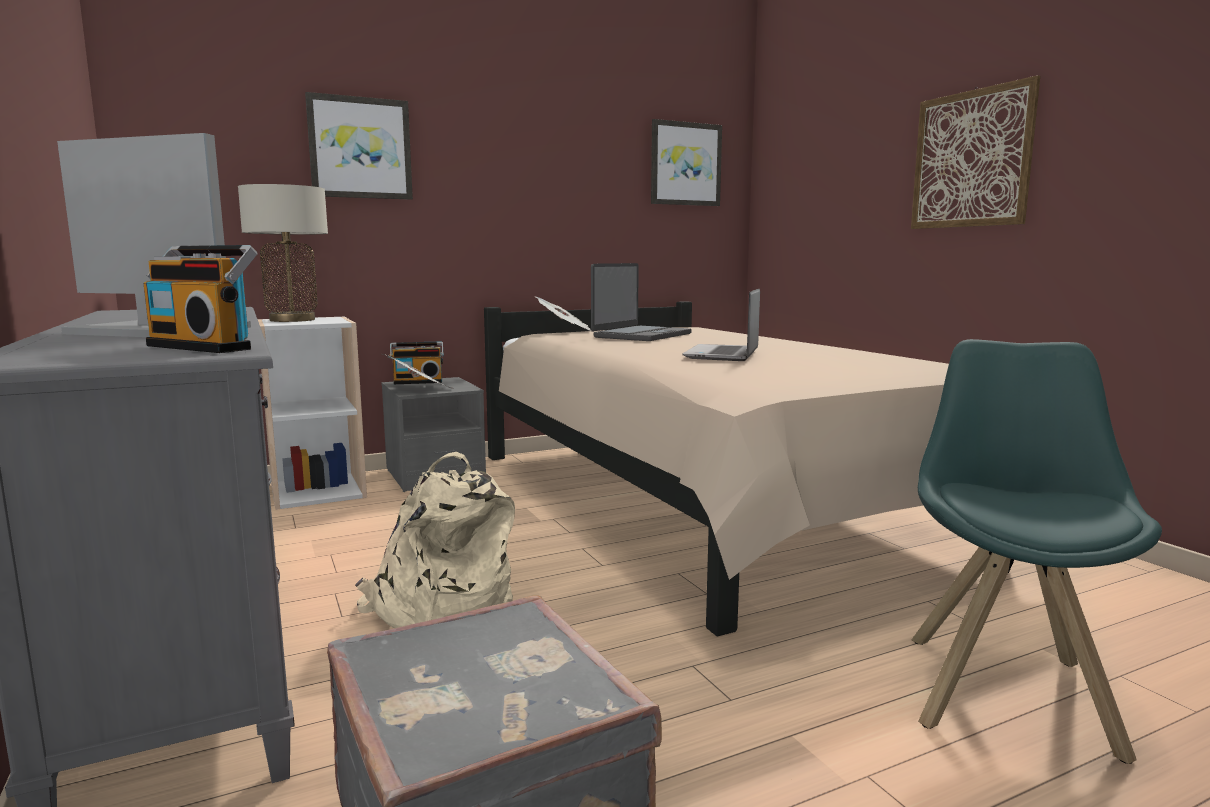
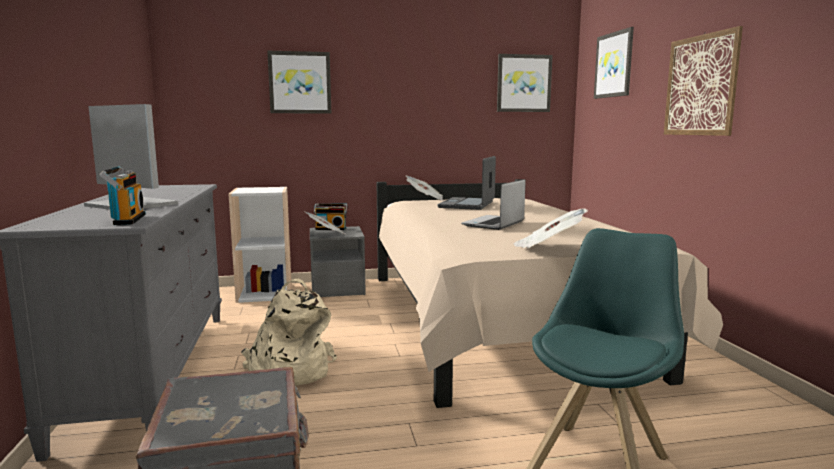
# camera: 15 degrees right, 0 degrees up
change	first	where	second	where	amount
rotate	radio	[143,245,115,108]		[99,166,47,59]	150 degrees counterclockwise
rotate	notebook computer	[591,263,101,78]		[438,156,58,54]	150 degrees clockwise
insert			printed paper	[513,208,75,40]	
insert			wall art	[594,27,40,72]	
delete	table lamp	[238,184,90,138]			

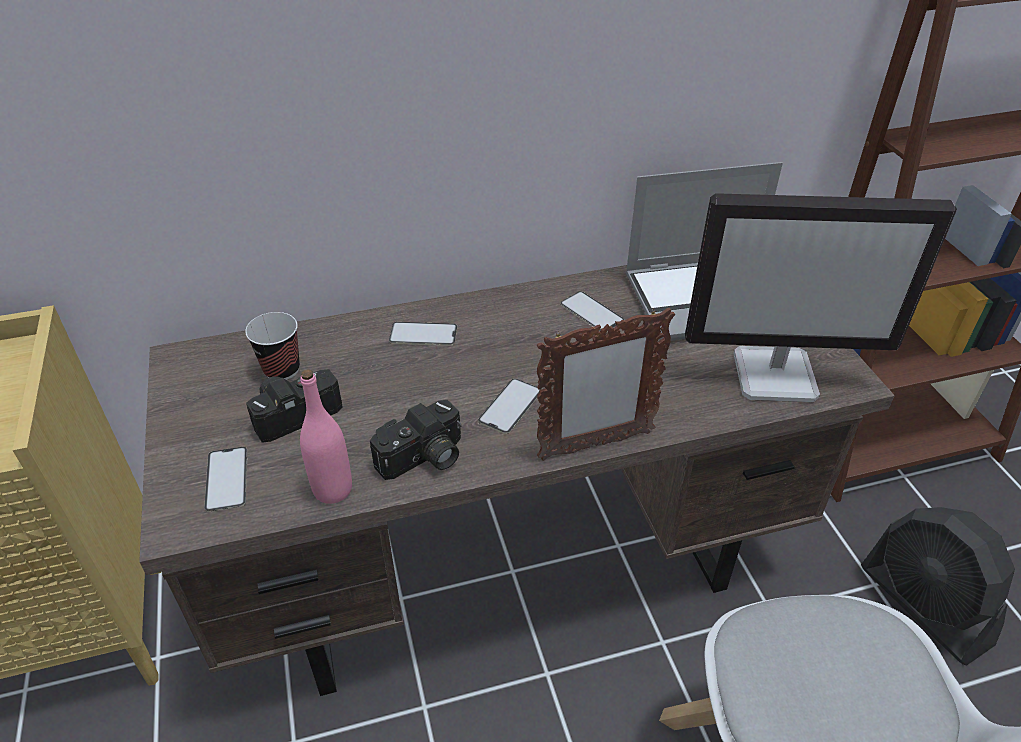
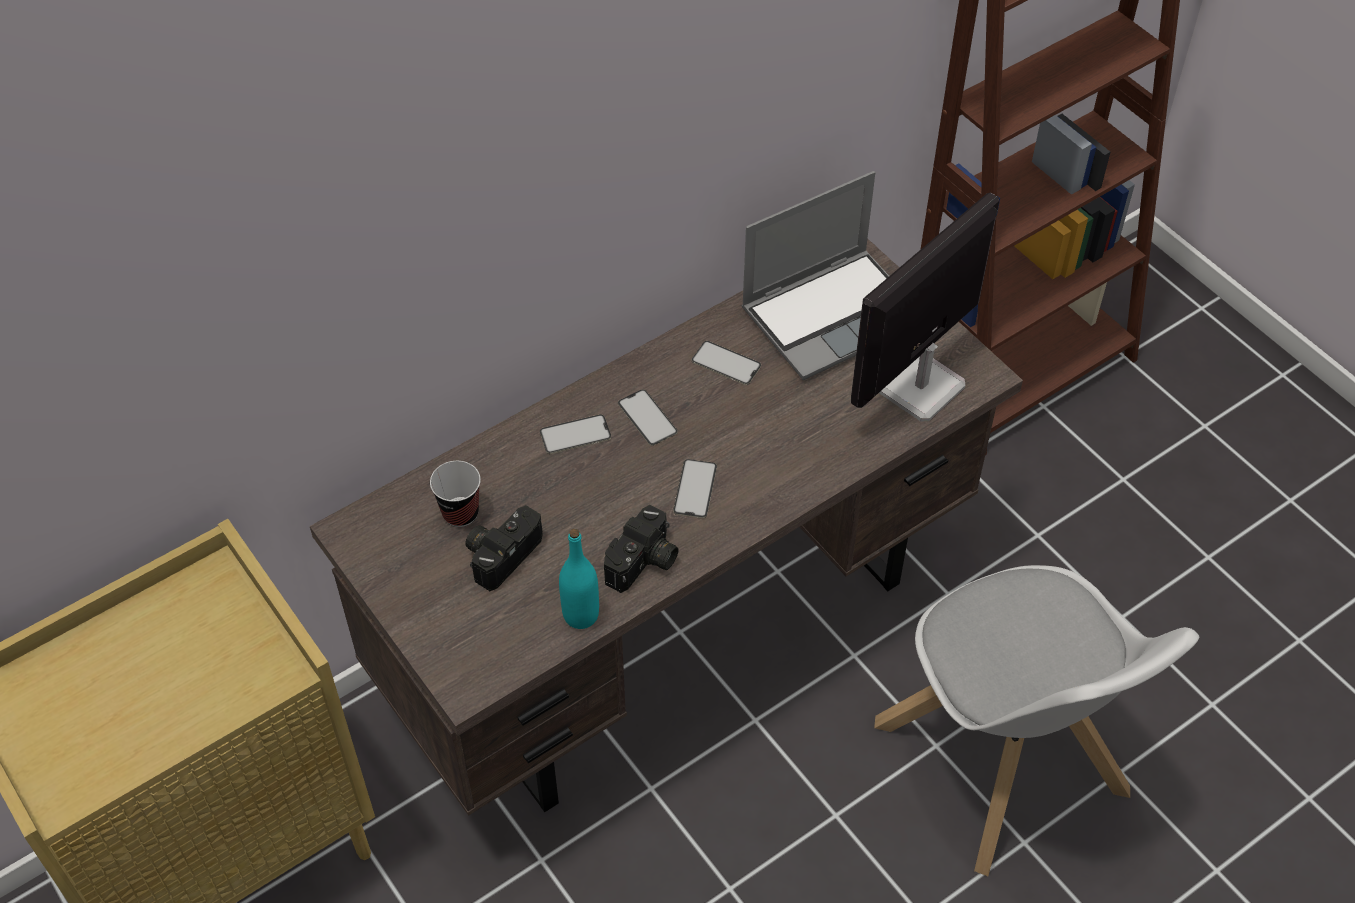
# camera: 20 degrees left, 10 degrees up
change	first	where	second	where	amount
recolor	pink-coloured bottle	[300,369,52,135]	turquoise bottle	[559,529,40,100]	
move	phone	[204,447,43,65]		[618,389,60,57]	
rotate	computer screen	[685,193,272,209]		[851,193,148,228]	150 degrees clockwise
delete	standing frame	[537,308,138,153]			
delete	black fan	[861,507,154,159]			

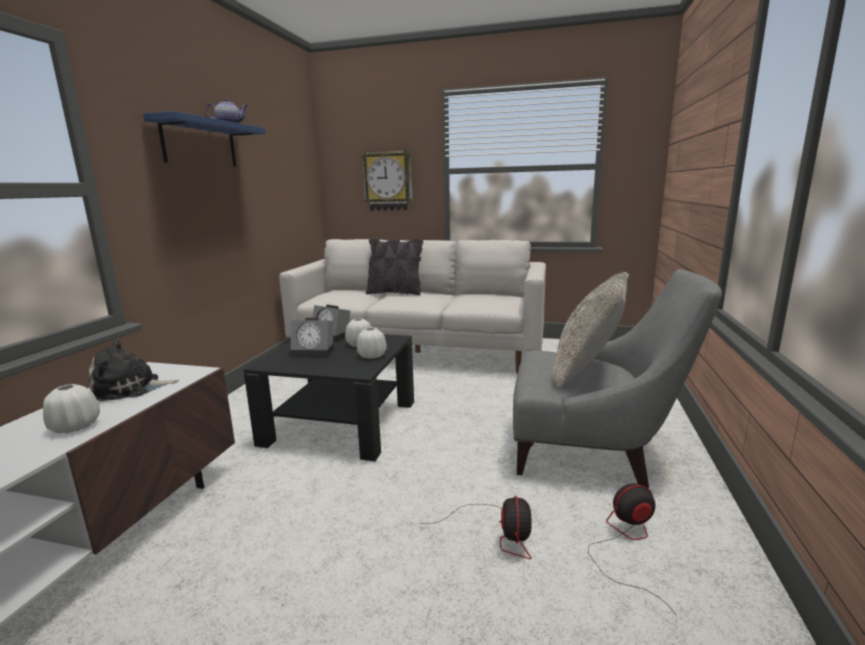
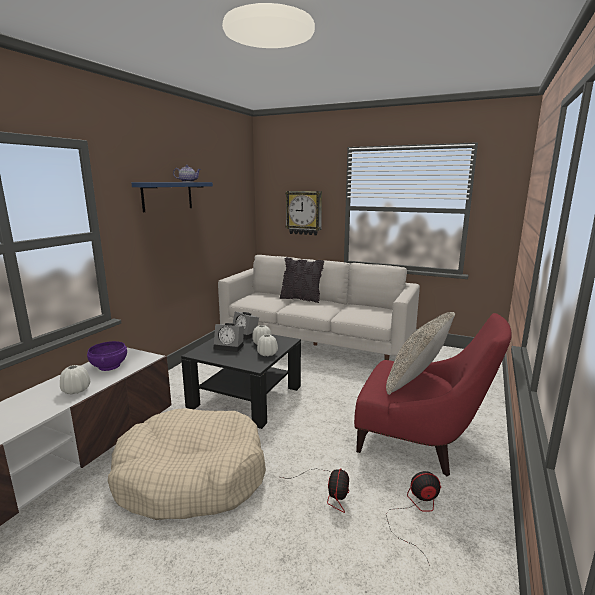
# camera: 10 degrees right, 0 degrees up
change	first	where	second	where	amount
replace	cuddly toy	[89,339,90,62]	purple-coloured bowl	[87,341,40,30]	
insert			beige dog cushion	[108,408,158,112]	
recolor	greyish lounge chair	[513,269,209,219]	red-coloured lounge chair	[354,313,158,164]	

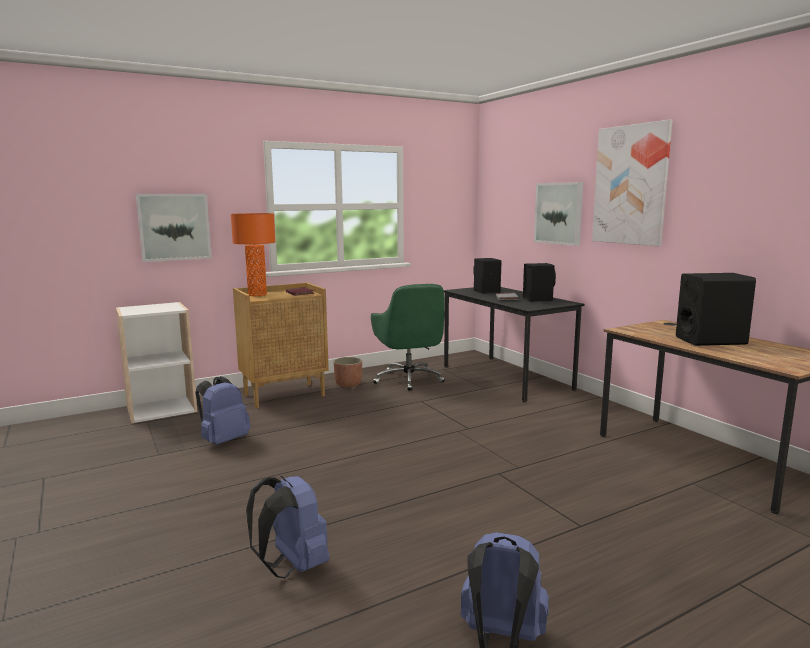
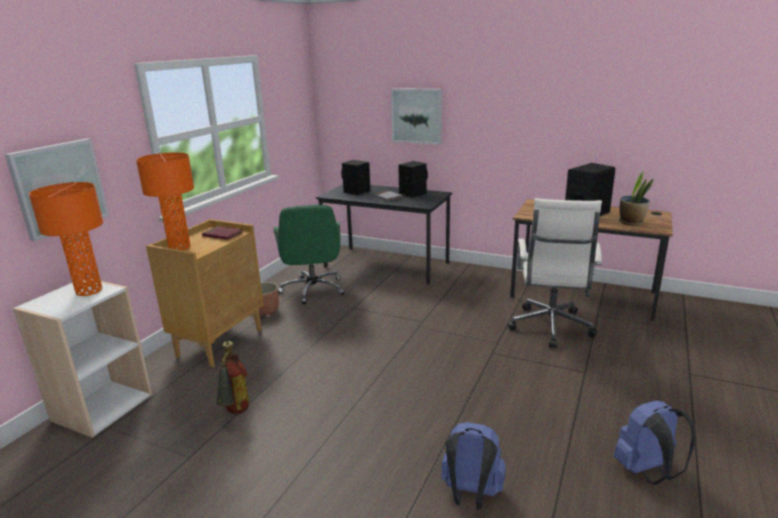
# camera: 35 degrees left, 10 degrees up
change	first	where	second	where	amount
insert			orange-coloured table lamp	[29,182,74,114]	
replace	blue-coloured backpack	[195,376,55,69]	fire-fighting cylinder	[217,341,32,73]	
rotate	green-coloured computer chair	[371,284,74,107]		[274,205,70,99]	45 degrees clockwise
insert			white-coloured computer chair	[507,198,95,150]	
insert			plant in a pot	[619,171,34,55]	
delete	wall art	[592,120,80,126]			

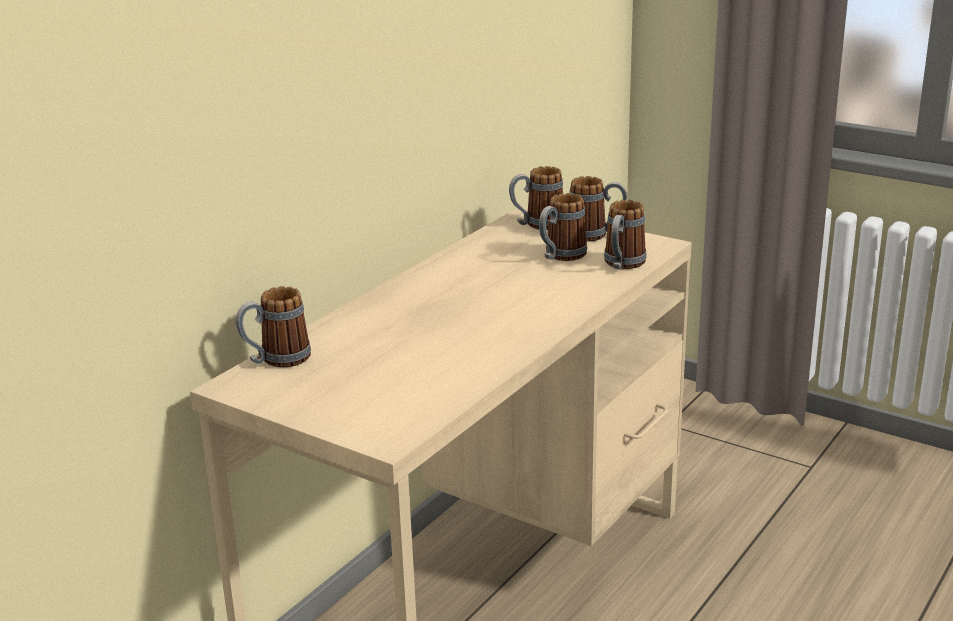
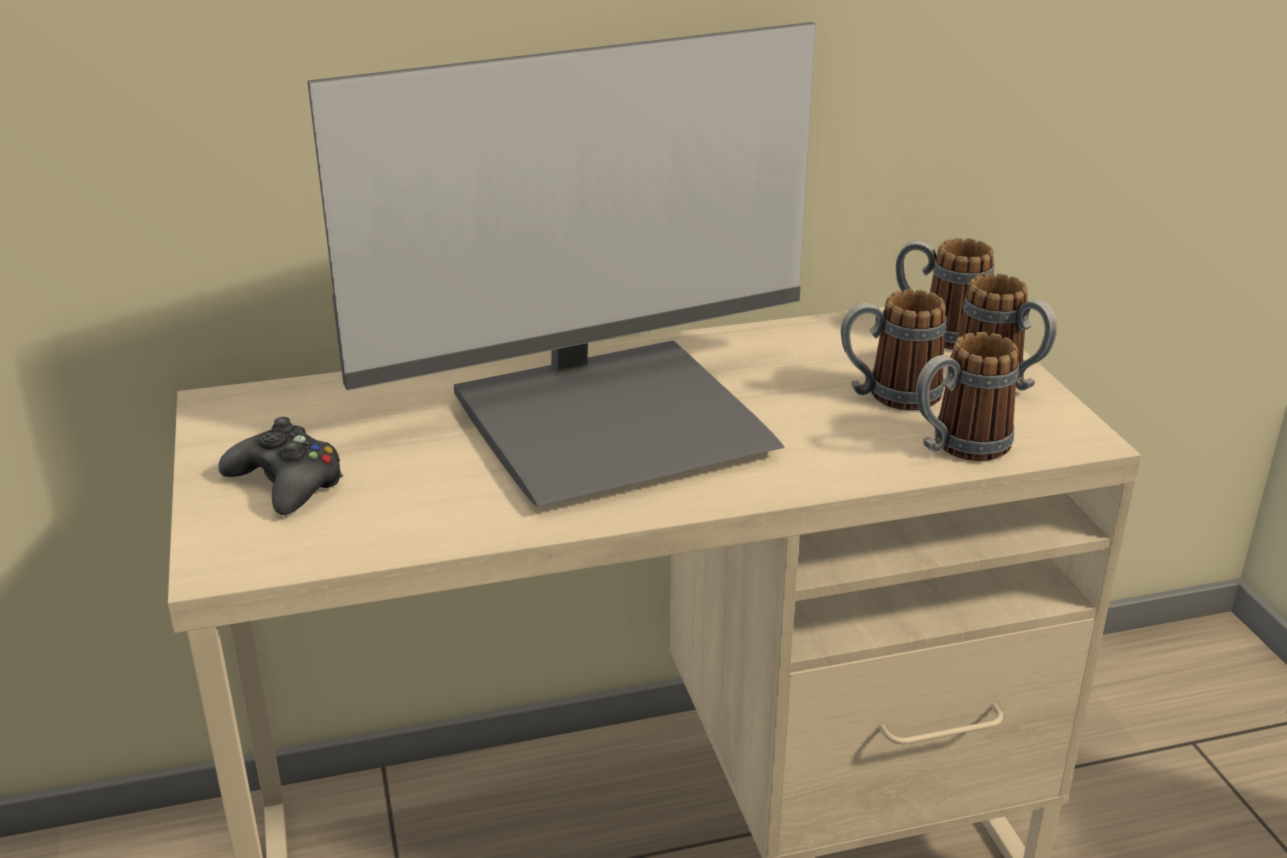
# camera: 40 degrees right, 5 degrees up
change	first	where	second	where	amount
insert			black joypad	[218,417,125,98]	
insert			computer screen	[307,22,509,484]	
delete	coffee mug	[236,286,75,81]			

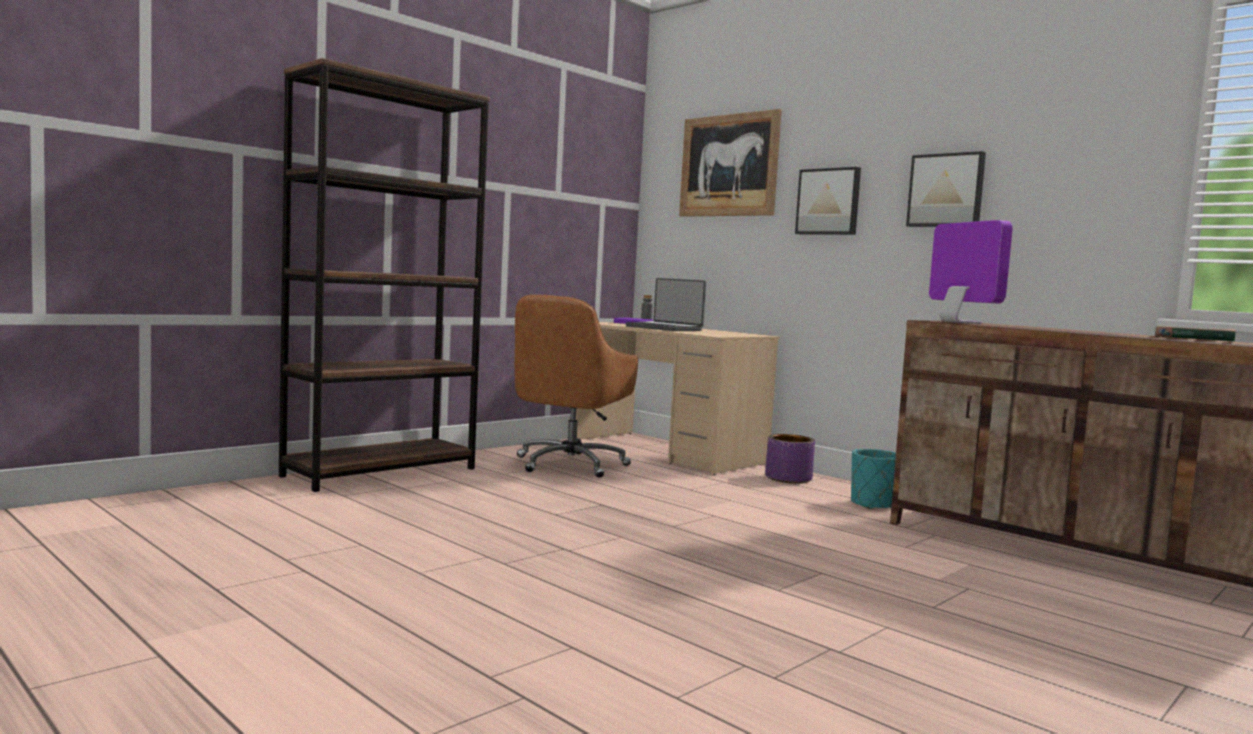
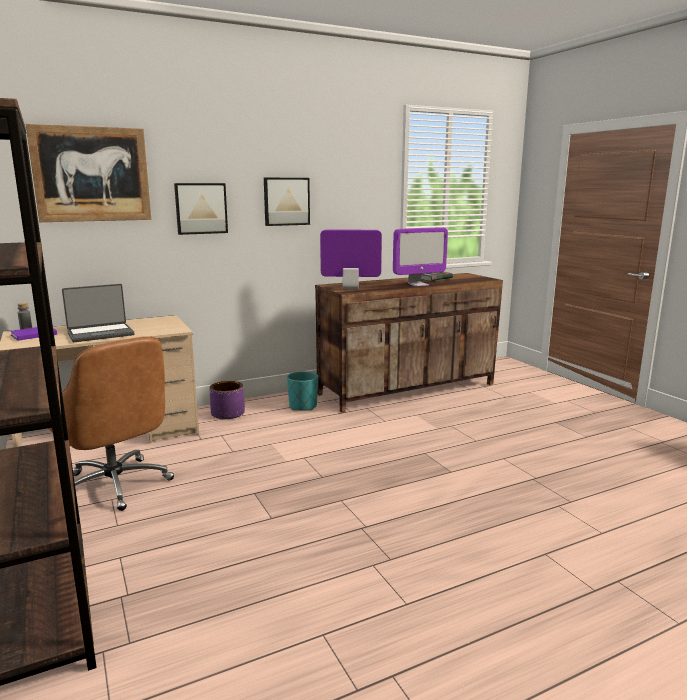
# camera: 70 degrees left, 10 degrees up
change	first	where	second	where	amount
insert			computer screen	[393,227,55,59]	

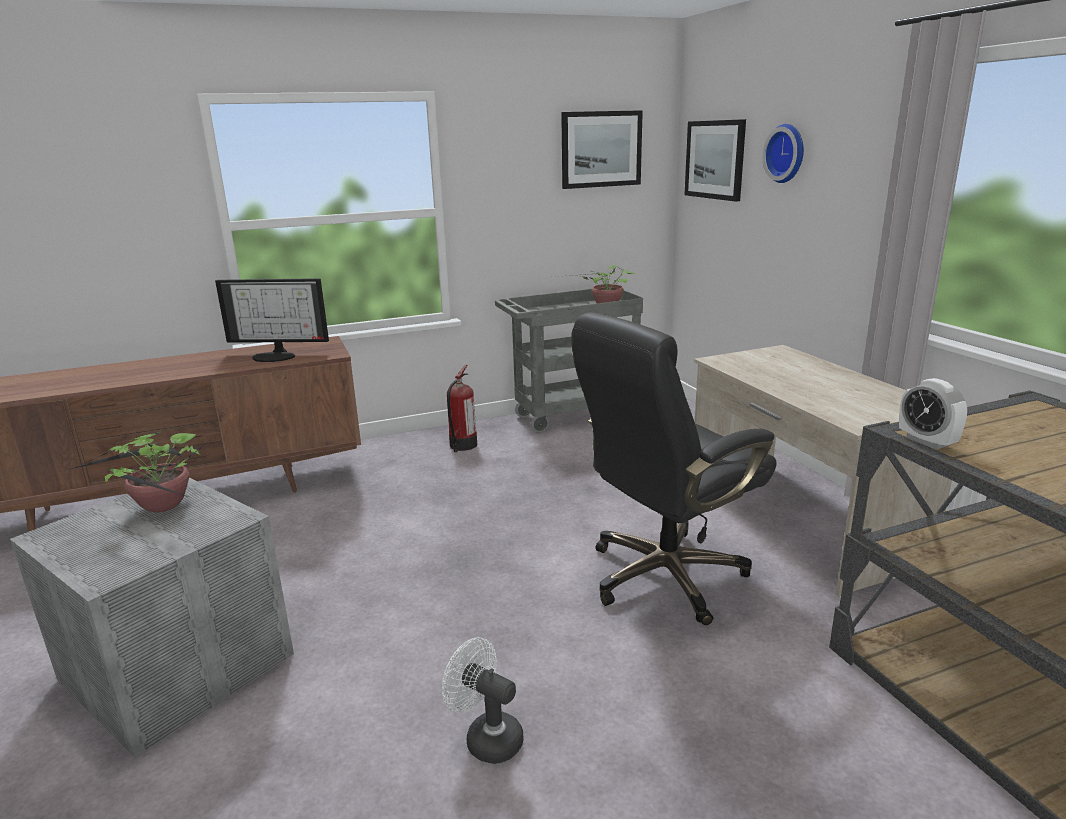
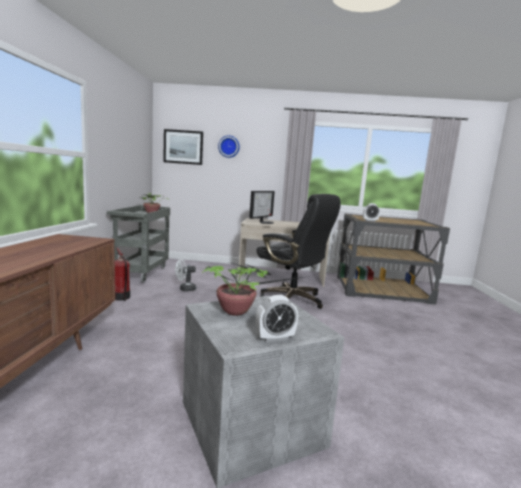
# camera: 65 degrees left, 10 degrees down
change	first	where	second	where	amount
move	white-coloured fan	[442,637,82,127]		[175,260,21,31]	
move	computer screen	[215,278,114,84]		[249,191,26,33]	
insert			alarm clock	[256,295,42,47]	
rotate	black computer chair	[571,312,206,313]		[257,194,84,115]	45 degrees counterclockwise
delete	wall art	[561,110,82,79]			

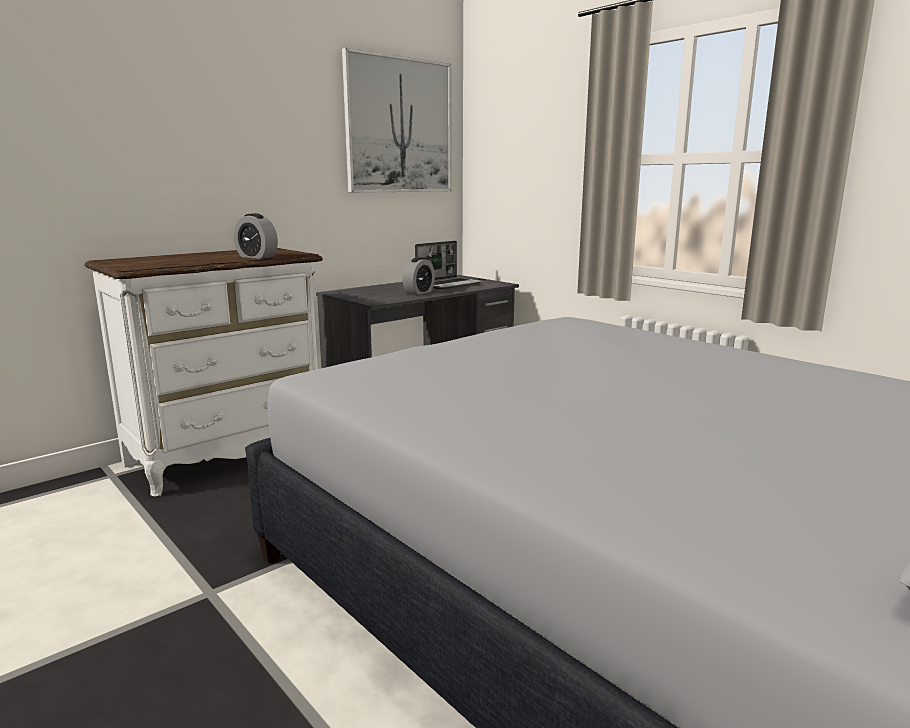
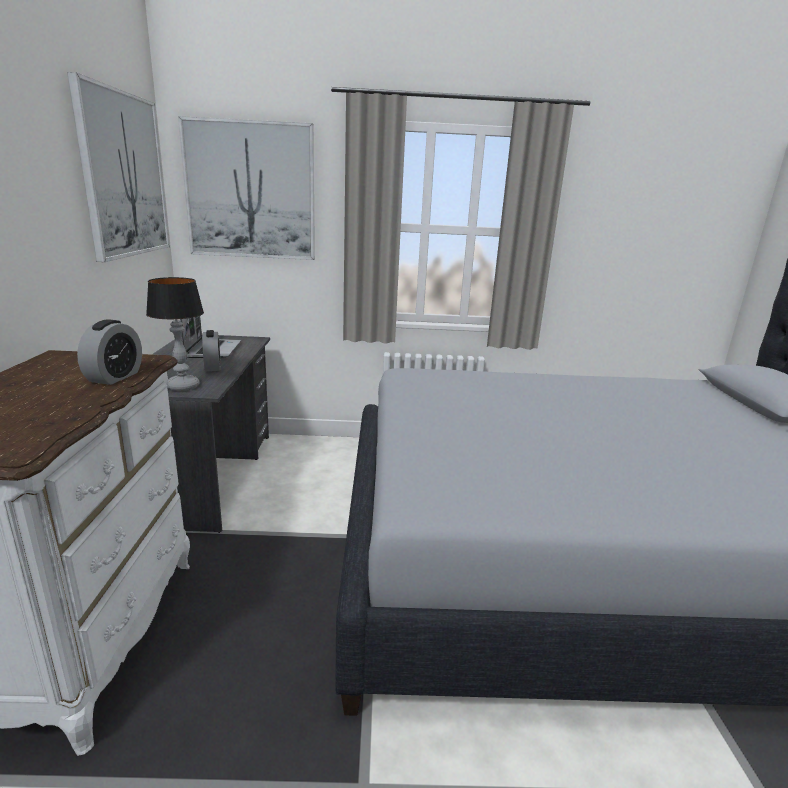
# camera: 50 degrees left, 5 degrees up
change	first	where	second	where	amount
rotate	alarm clock	[234,213,44,46]		[77,319,65,66]	60 degrees counterclockwise
insert			table lamp	[146,277,58,114]	
insert			wall art	[178,116,137,144]	

